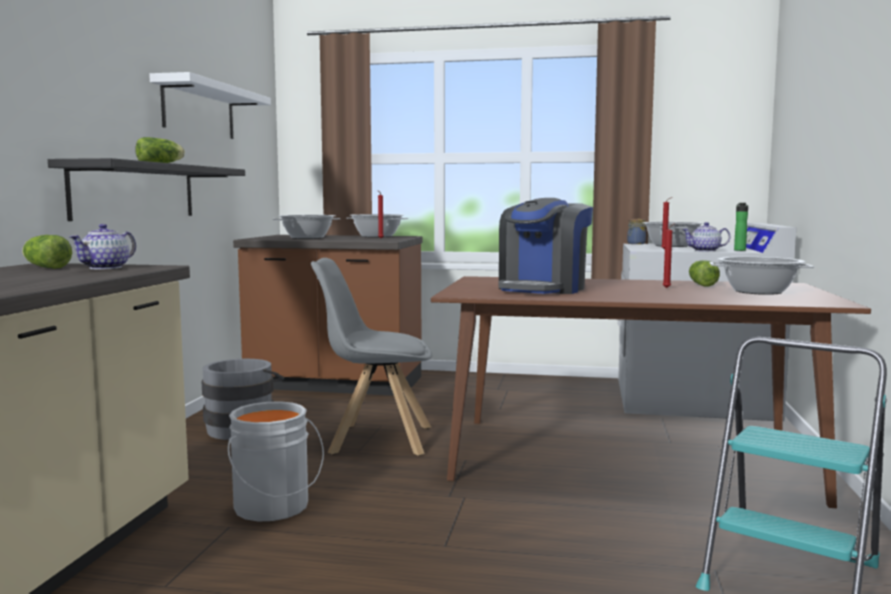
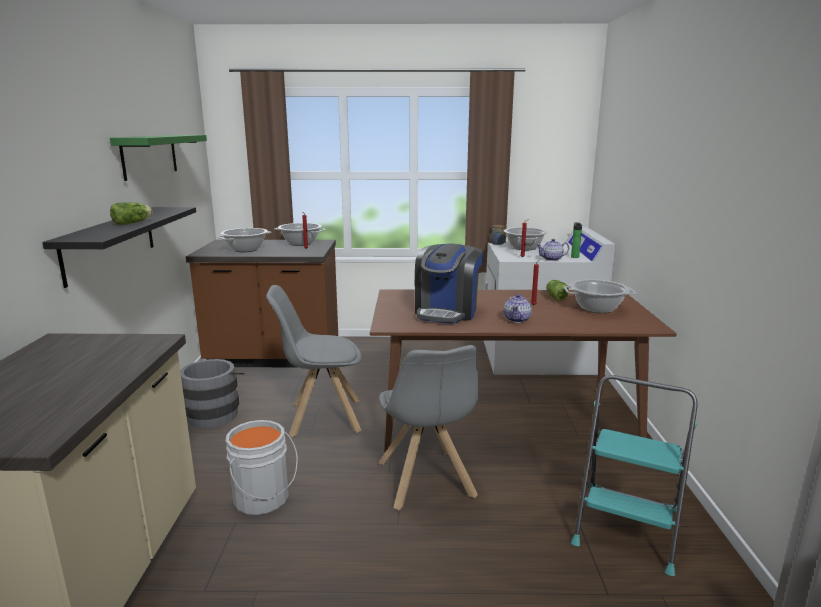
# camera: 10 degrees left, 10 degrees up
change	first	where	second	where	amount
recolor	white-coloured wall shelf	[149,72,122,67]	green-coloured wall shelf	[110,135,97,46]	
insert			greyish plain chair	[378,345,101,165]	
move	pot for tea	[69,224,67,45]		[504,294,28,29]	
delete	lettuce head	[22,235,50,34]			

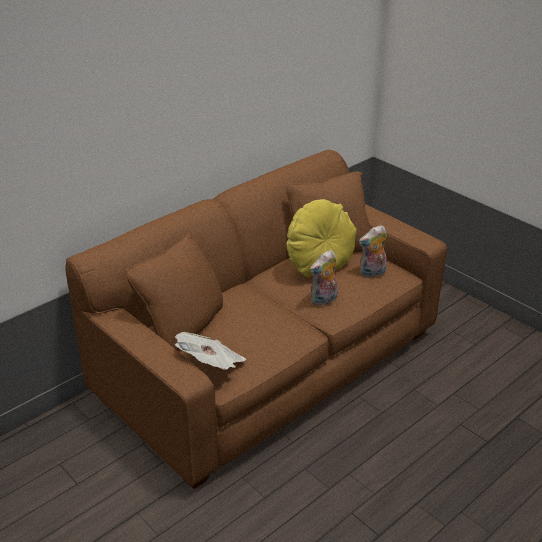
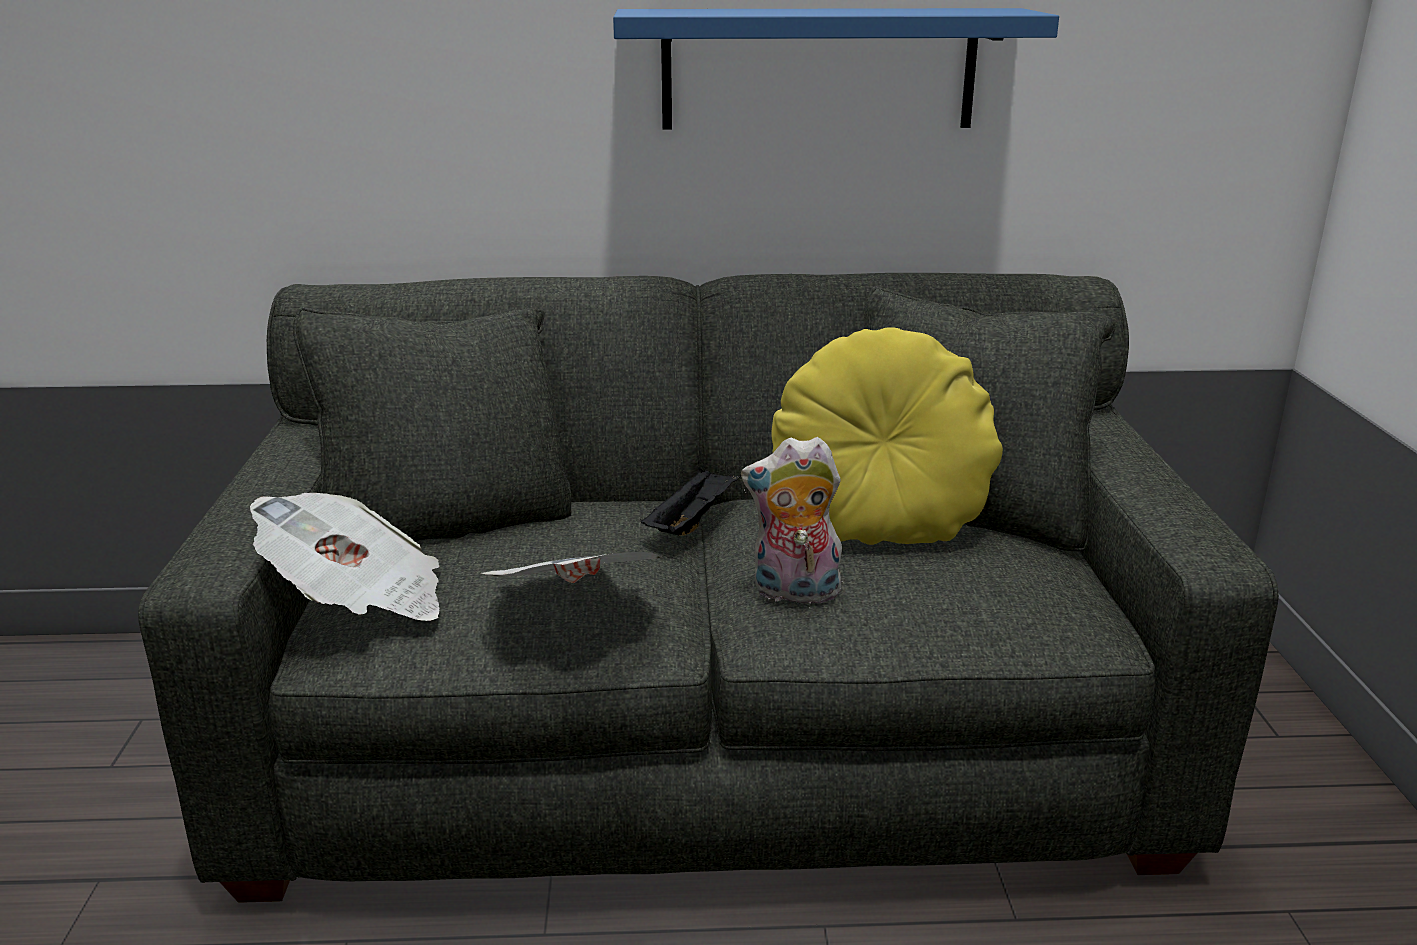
# camera: 40 degrees right, 10 degrees down
change	first	where	second	where	amount
recolor	brown-coloured couch	[66,150,381,339]	greyish couch	[138,273,1141,630]	
insert			printed paper	[481,552,180,31]	
insert			blue-coloured wall shelf	[613,8,446,122]	
insert			black carrying tray	[641,467,100,69]	
delete	cuddly toy	[359,225,28,53]			

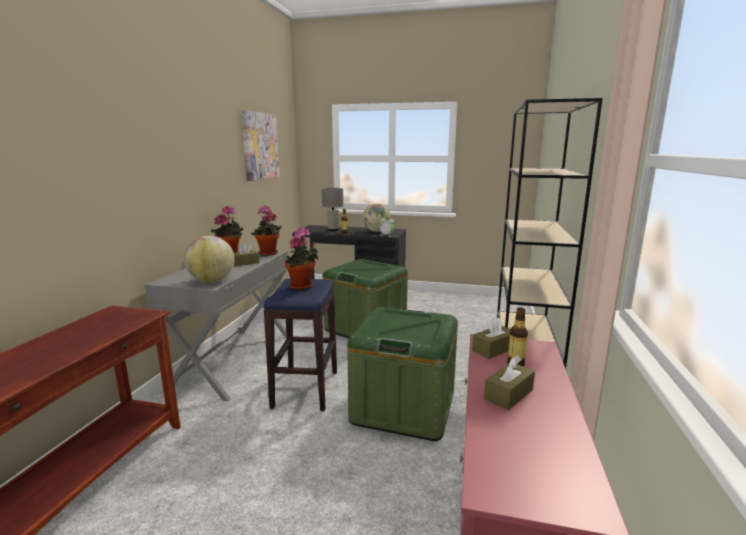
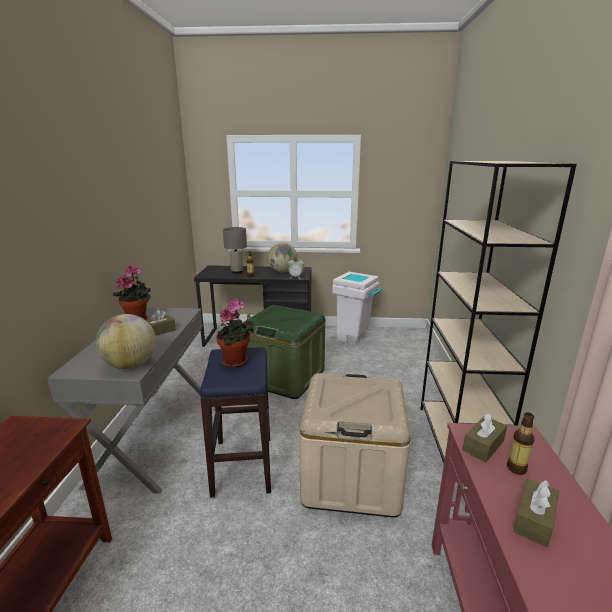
# camera: 10 degrees left, 5 degrees up
change	first	where	second	where	amount
recolor	green-coloured storage container	[347,307,111,134]	beige storage container	[300,373,111,145]	
insert			white-coloured trash can	[332,272,50,72]	
delete	wall art	[241,110,38,71]			
delete	plant in a pot	[251,206,31,50]			

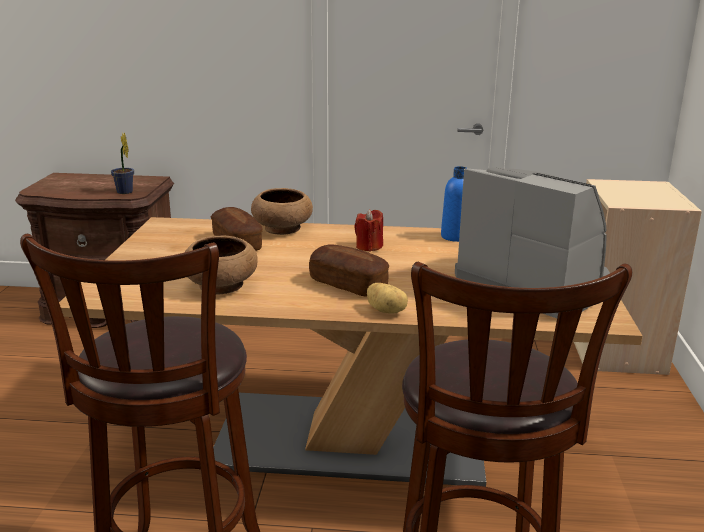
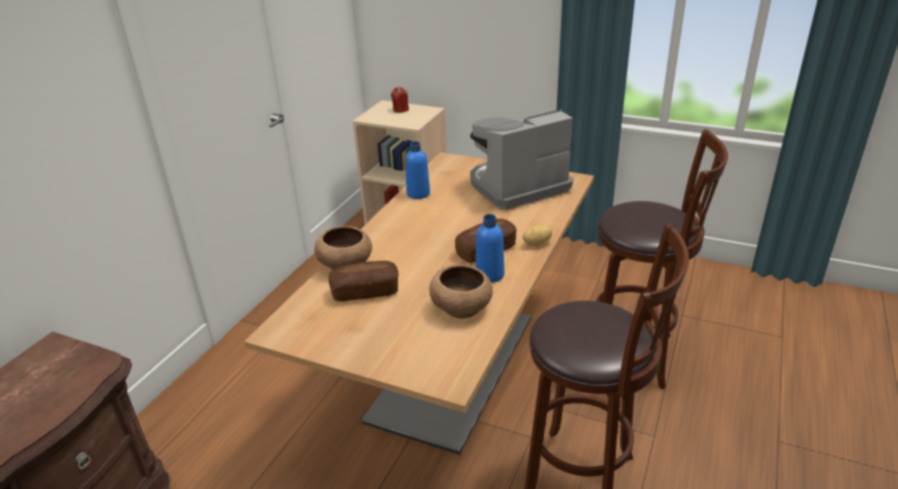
# camera: 70 degrees left, 10 degrees up
change	first	where	second	where	amount
move	red-coloured wax light	[354,209,29,42]		[391,87,18,26]	
insert			blue-coloured bottle	[475,214,29,69]	
delete	plant in a pot	[111,133,23,61]			

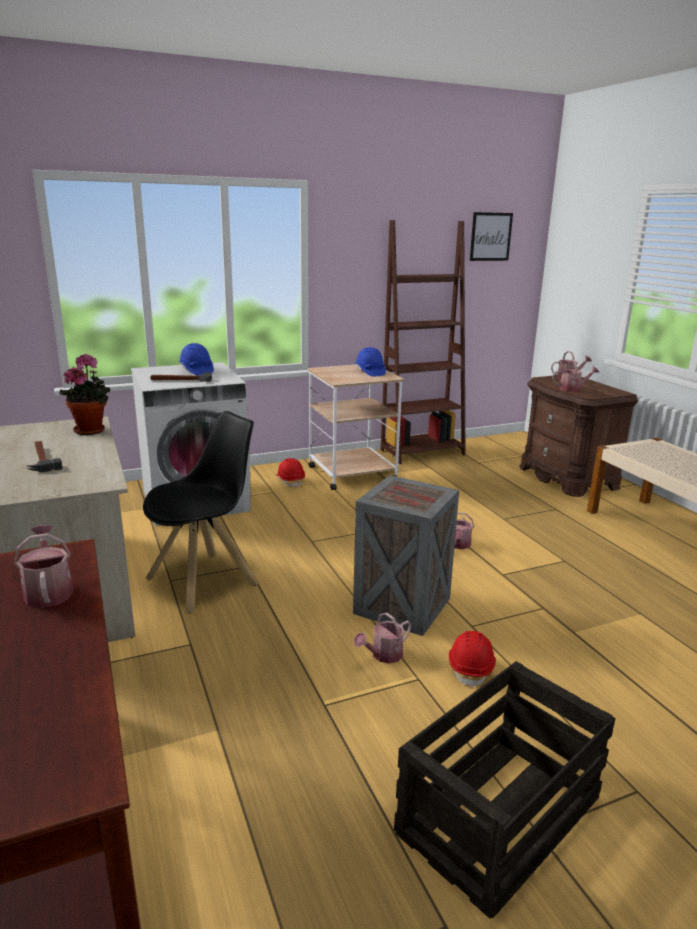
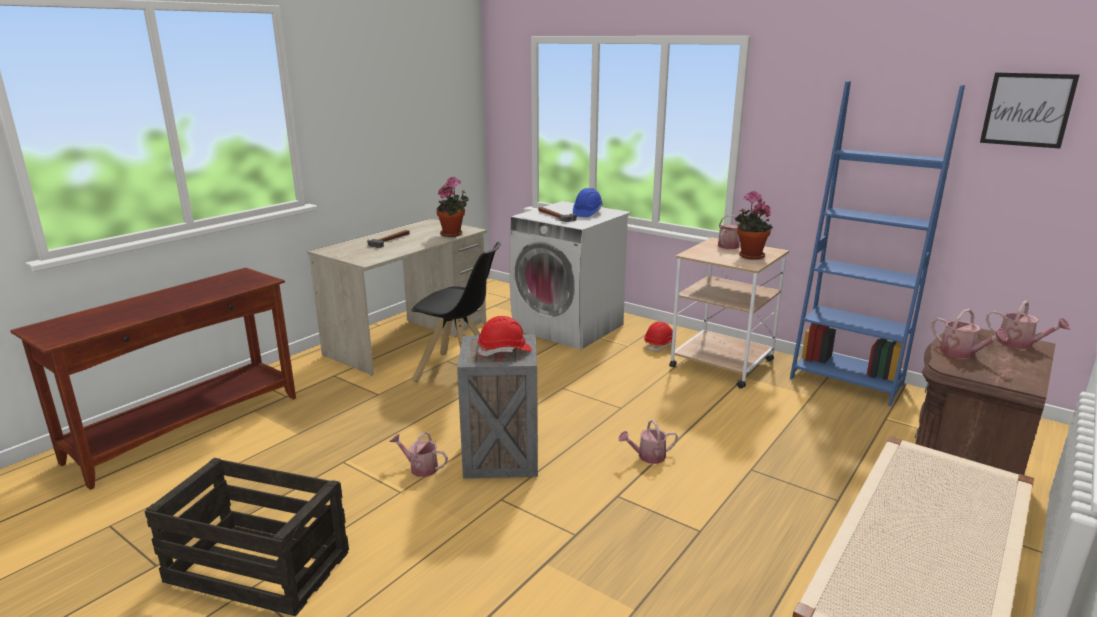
# camera: 60 degrees right, 0 degrees up
change	first	where	second	where	amount
move	red-coloured safety helmet	[449,631,47,57]		[478,316,54,40]	
move	watering can	[14,525,60,83]		[718,215,22,34]	
replace	blue-coloured safety helmet	[355,347,31,29]	plant in a pot	[735,191,38,69]	
recolor	brown-coloured shelving unit	[381,220,84,244]	blue-coloured shelving unit	[790,81,175,325]	

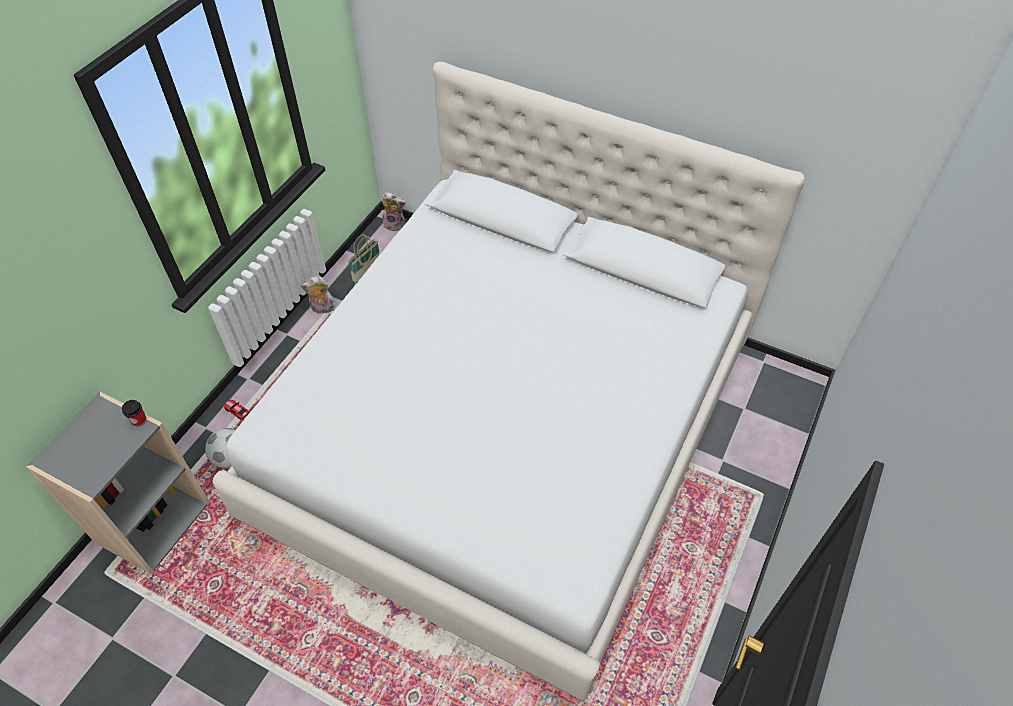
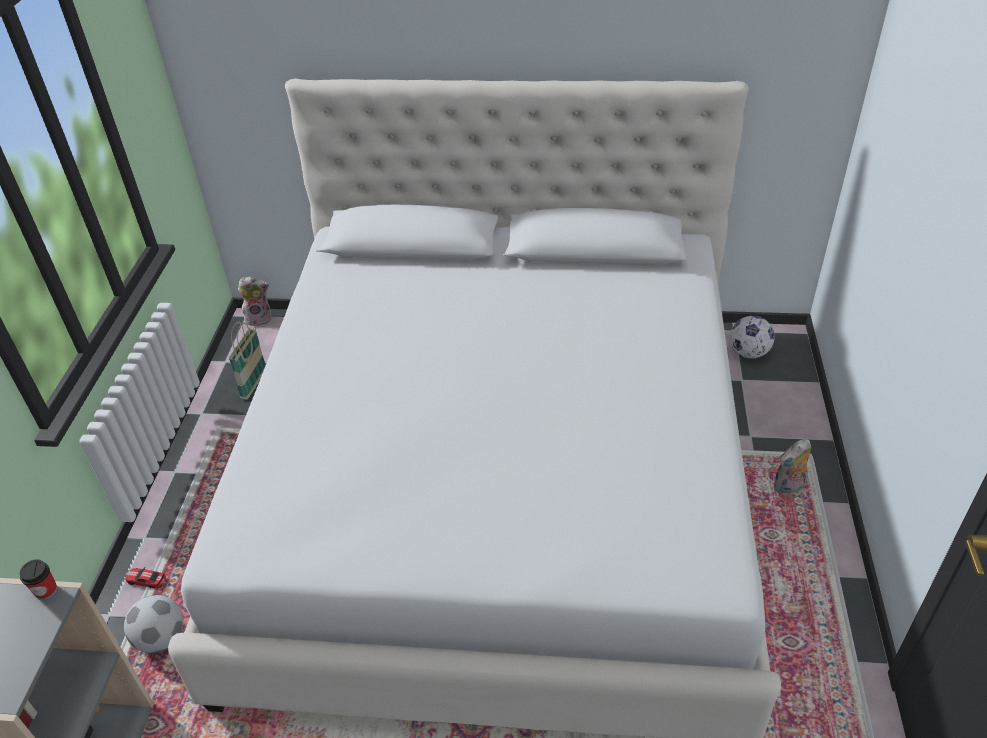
# camera: 20 degrees left, 10 degrees down
change	first	where	second	where	amount
insert			football	[730,316,45,42]	
move	cuddly toy	[300,276,36,38]		[774,439,37,56]	

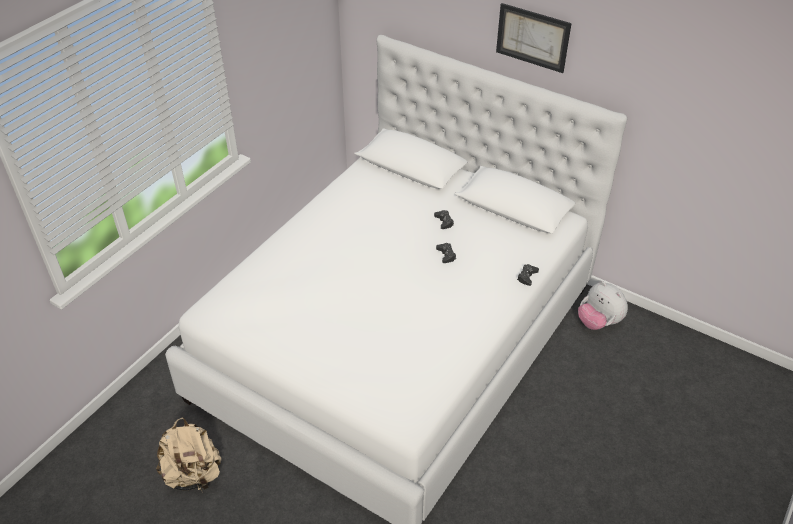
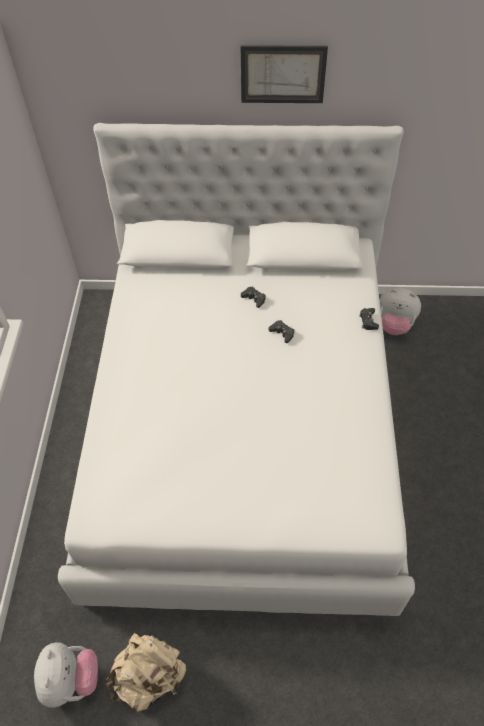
# camera: 30 degrees left, 10 degrees up
change	first	where	second	where	amount
insert			cuddly toy	[34,642,64,66]	

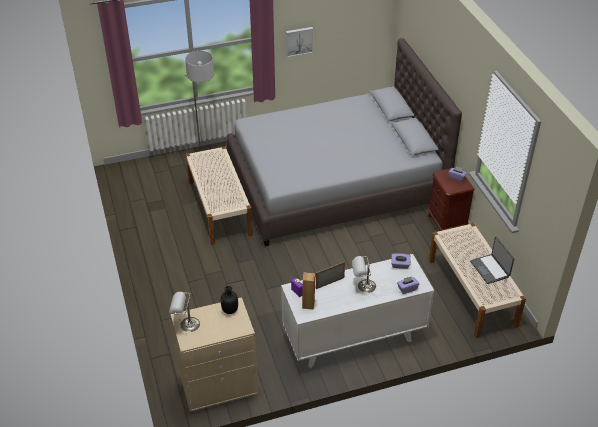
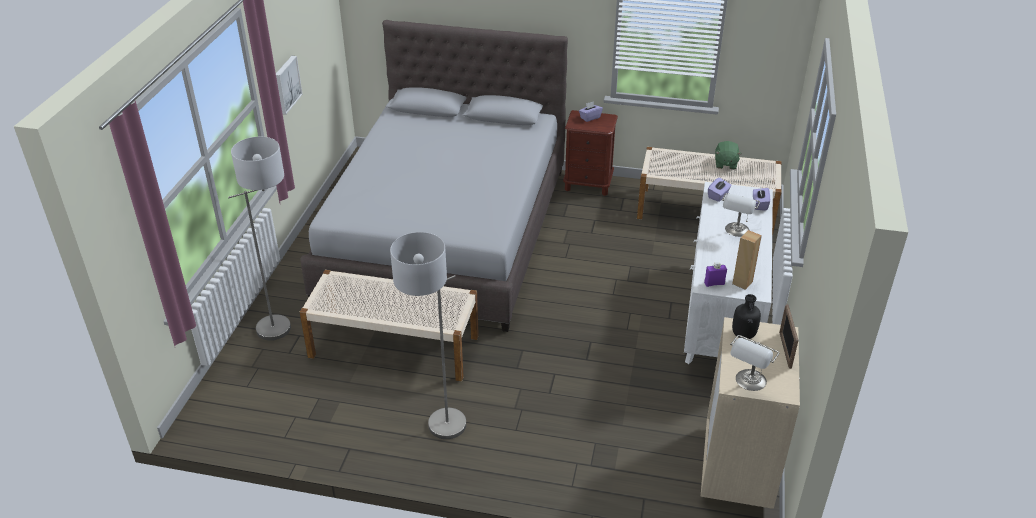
# camera: 60 degrees left, 5 degrees down
change	first	where	second	where	amount
insert			greyish standard lamp	[390,232,76,207]	
replace	notebook computer	[470,236,44,48]	green-coloured cuddly toy	[715,141,27,29]	
move	standing frame	[316,261,29,28]		[779,305,20,64]	

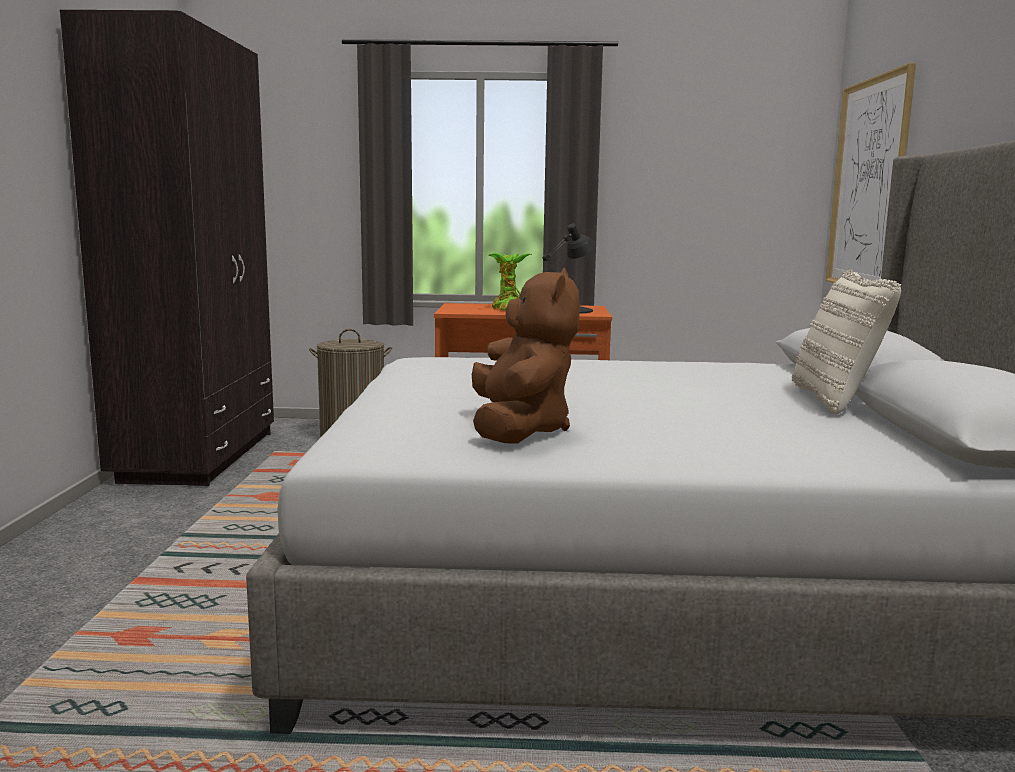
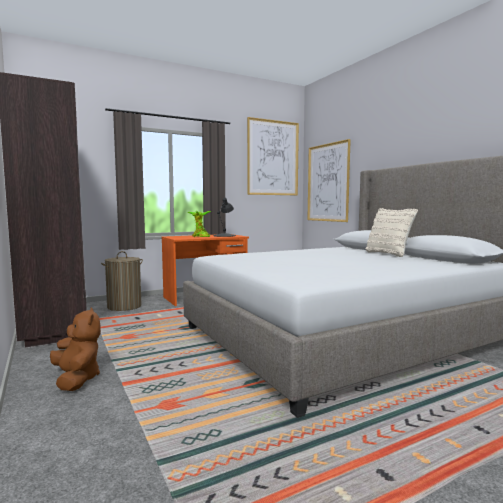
# camera: 30 degrees left, 5 degrees down
change	first	where	second	where	amount
move	brown-coloured cuddly toy	[472,268,108,176]		[50,307,51,84]	
insert			wall art	[247,117,52,78]	

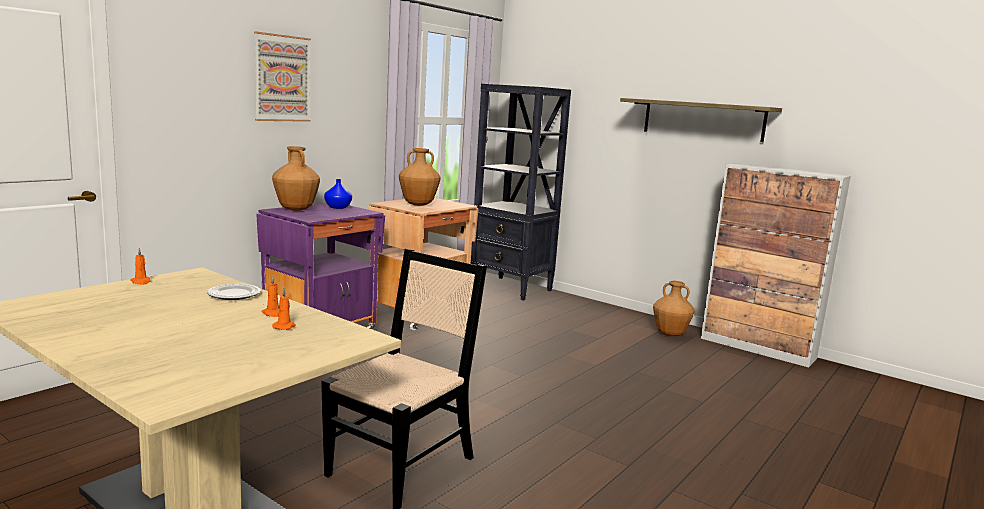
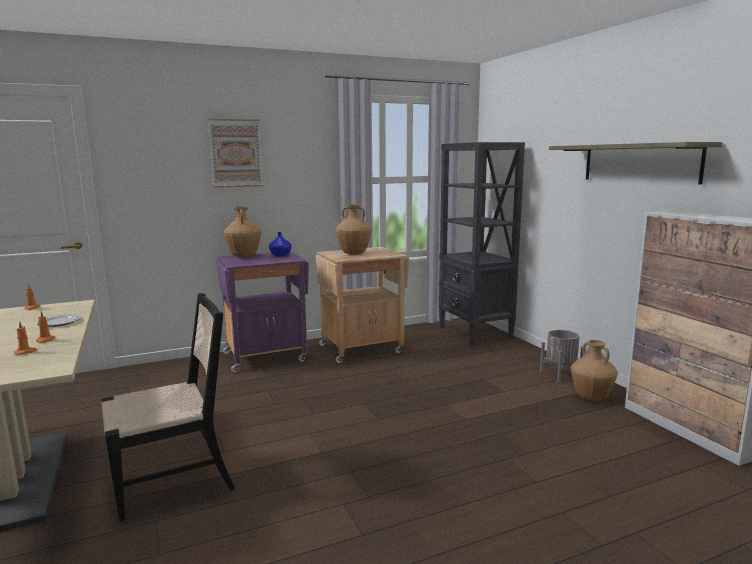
# camera: 30 degrees right, 0 degrees up
change	first	where	second	where	amount
insert			greyish plant pot	[540,330,43,52]	

